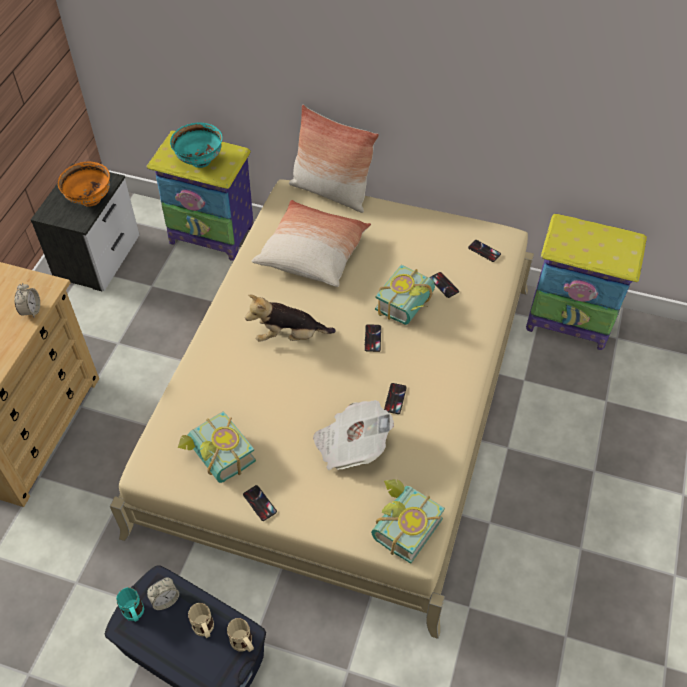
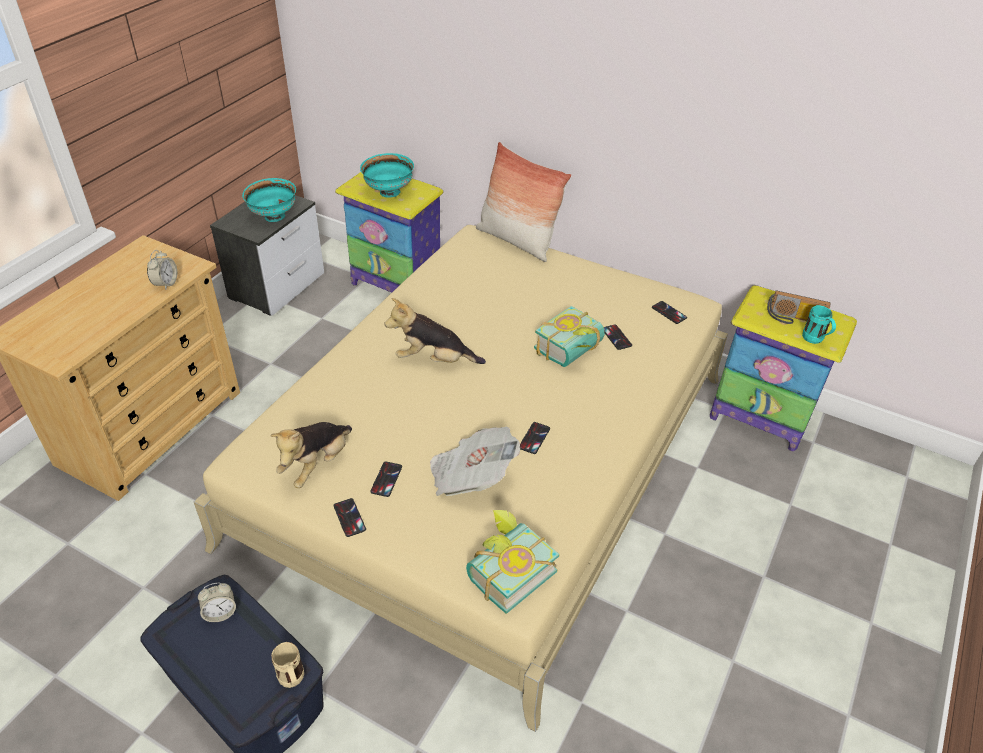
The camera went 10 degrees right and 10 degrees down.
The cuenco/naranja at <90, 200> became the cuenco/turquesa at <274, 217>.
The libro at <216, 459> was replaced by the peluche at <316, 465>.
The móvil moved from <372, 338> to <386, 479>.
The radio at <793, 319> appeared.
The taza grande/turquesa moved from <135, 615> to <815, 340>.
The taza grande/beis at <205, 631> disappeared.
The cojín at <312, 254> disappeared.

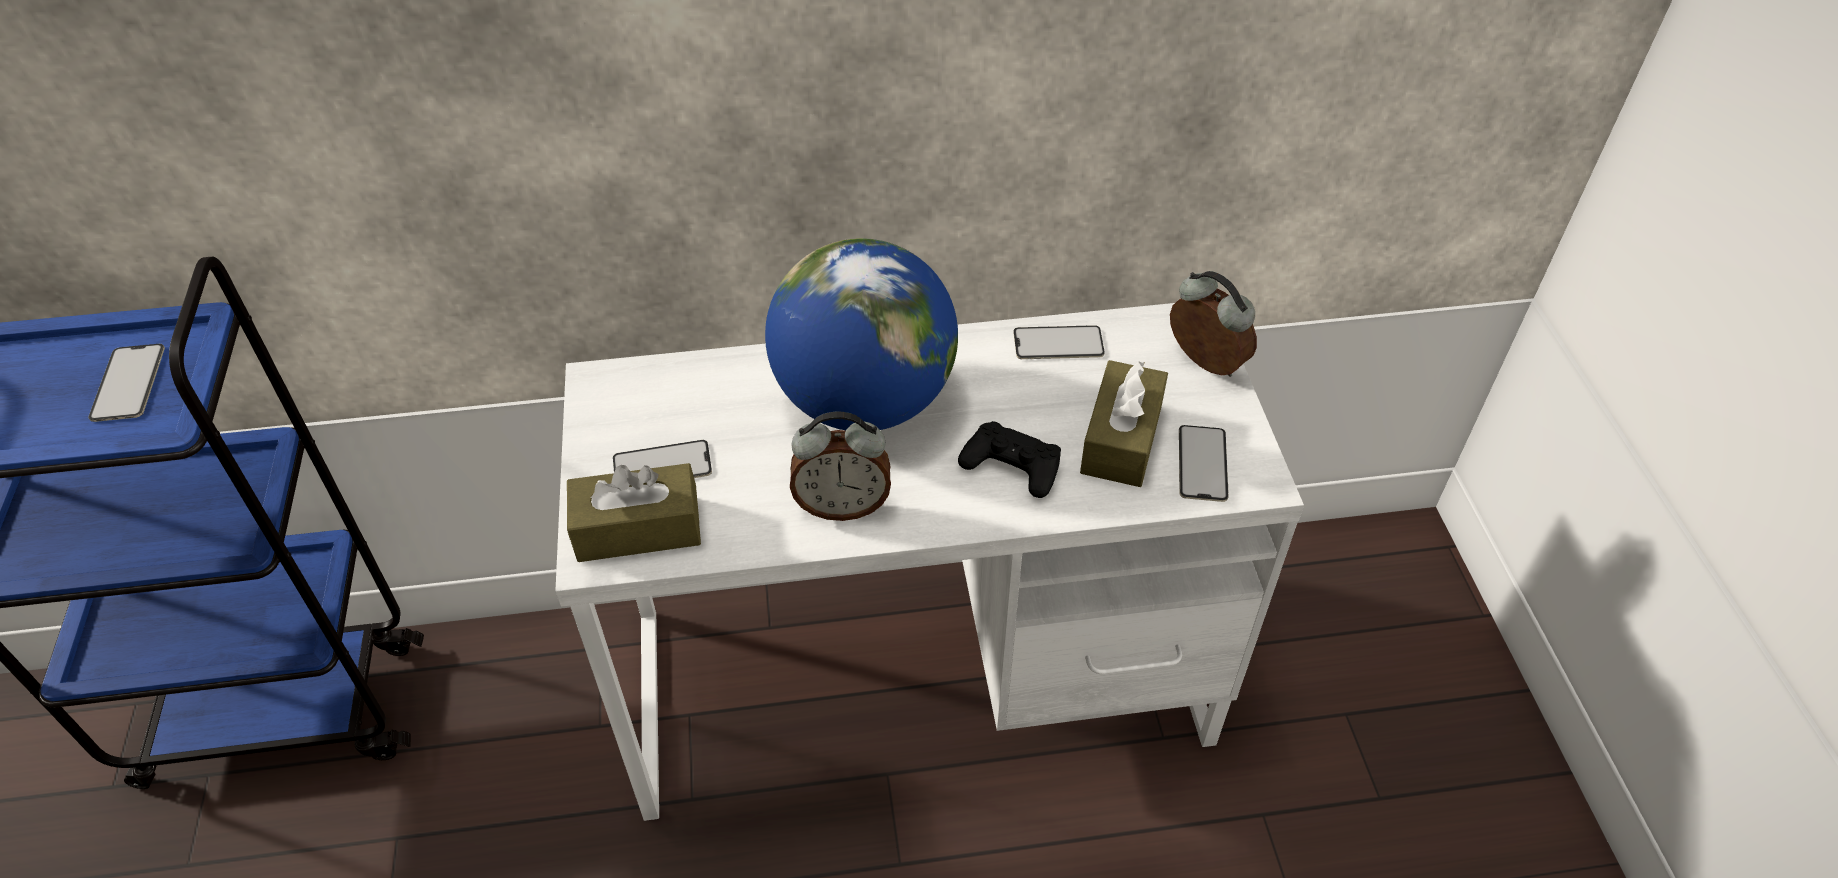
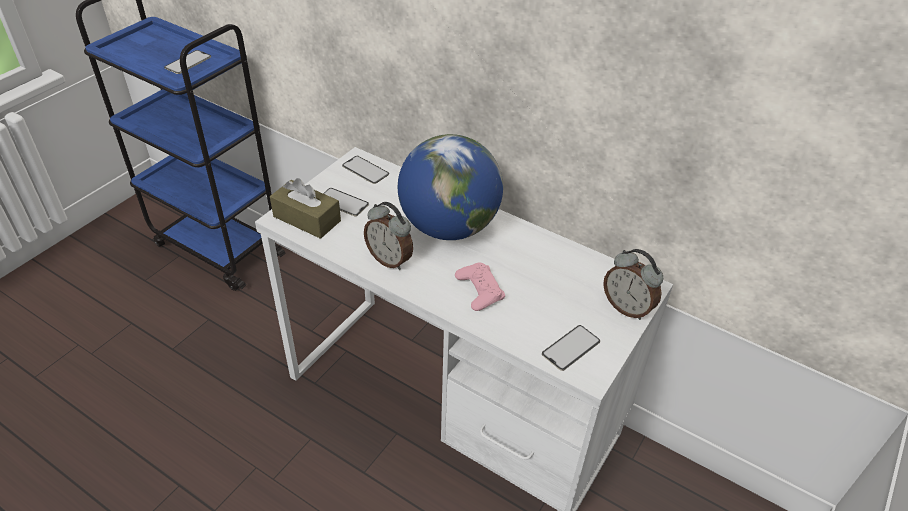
The camera went 40 degrees right and 5 degrees down.
The móvil moved from <1058, 343> to <365, 170>.
The mando de consola/negro at <1012, 465> became the mando de consola/rosa at <479, 290>.
The despertador at <1203, 365> turned 135 degrees clockwise.
The caja de pañuelos/marrón at <1121, 439> disappeared.

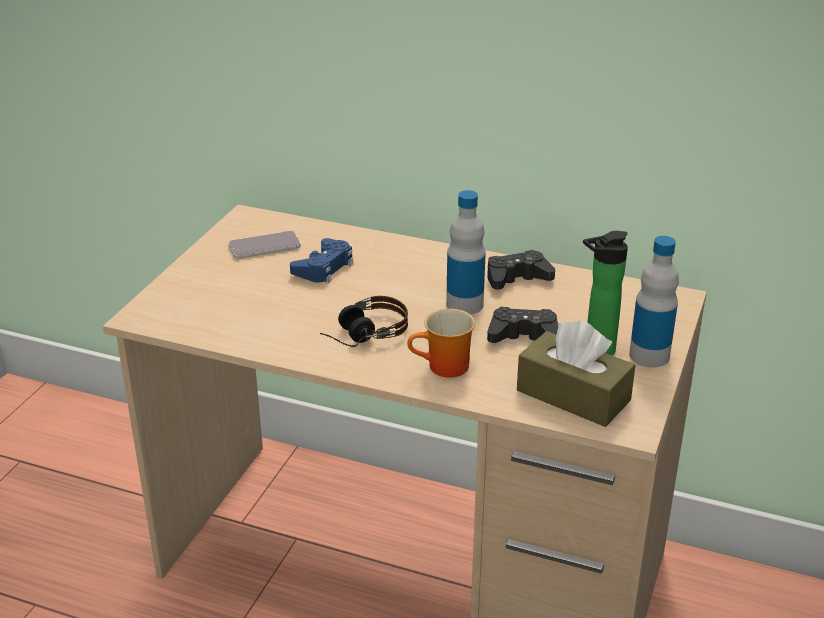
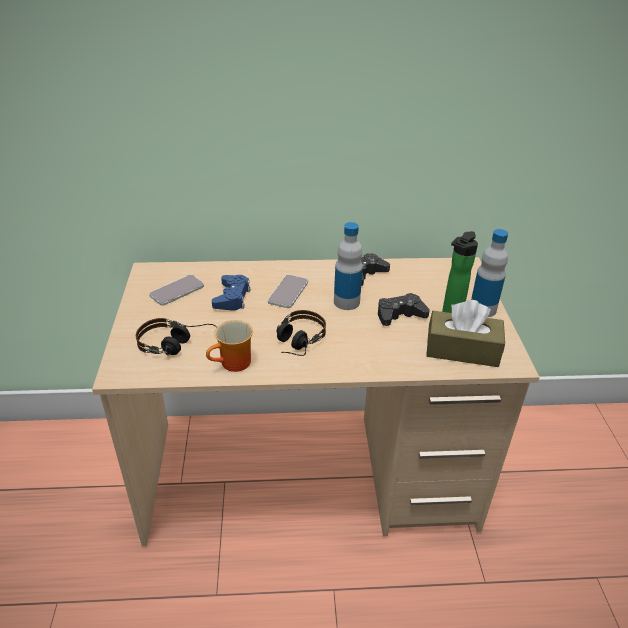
The camera went 25 degrees left and 5 degrees up.
The auriculares at <177, 345> appeared.
The taza grande moved from <444, 368> to <234, 364>.
The móvil at <288, 292> appeared.

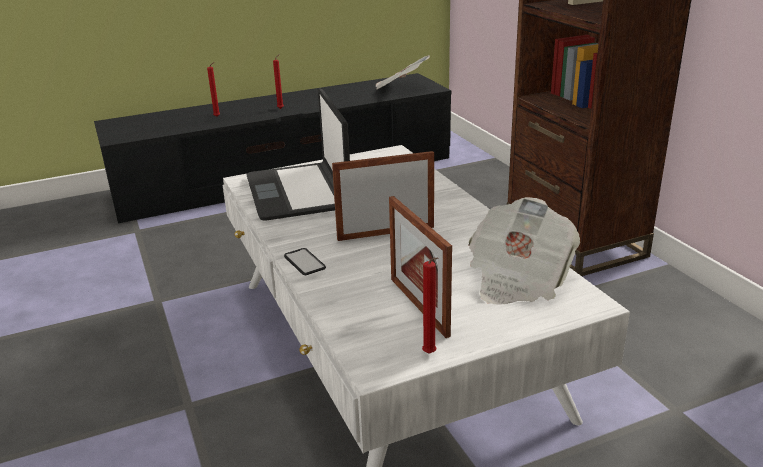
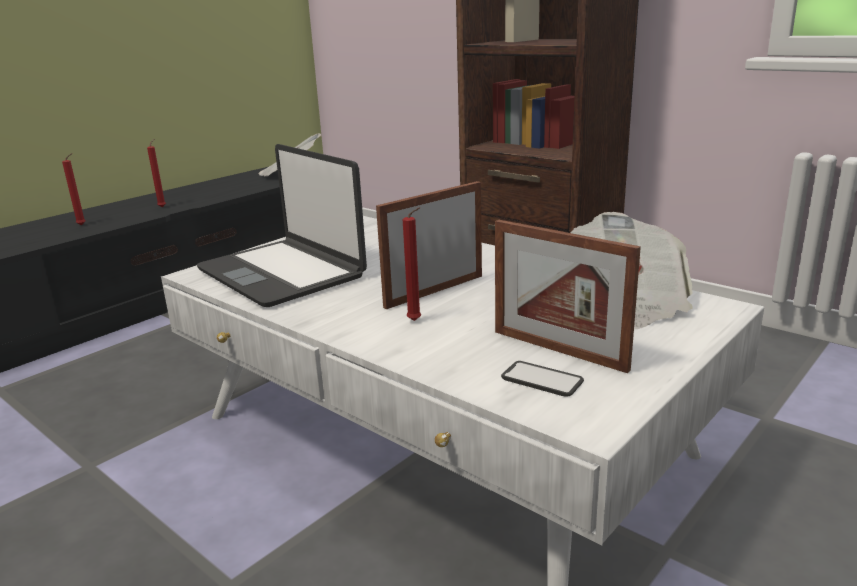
The camera went 25 degrees left and 5 degrees down.
The vela/rojo moved from <430, 354> to <416, 321>.
The móvil moved from <304, 262> to <542, 380>.

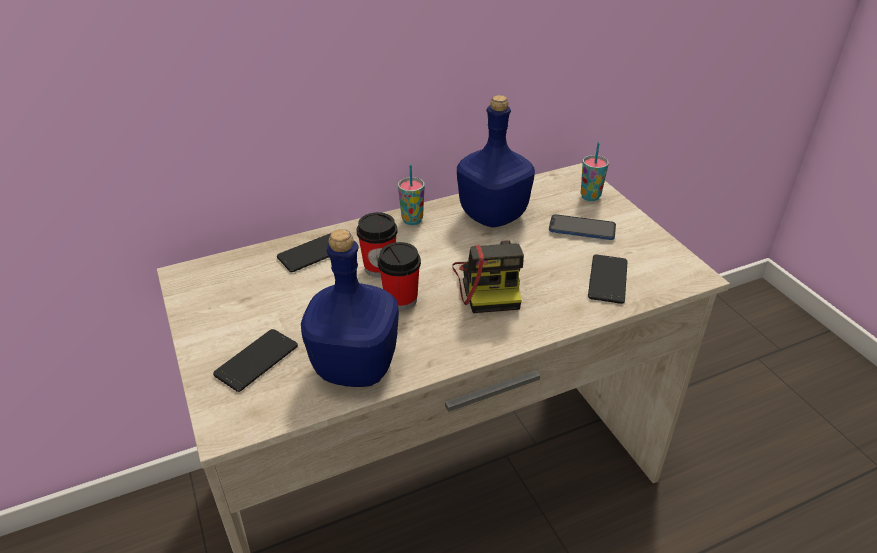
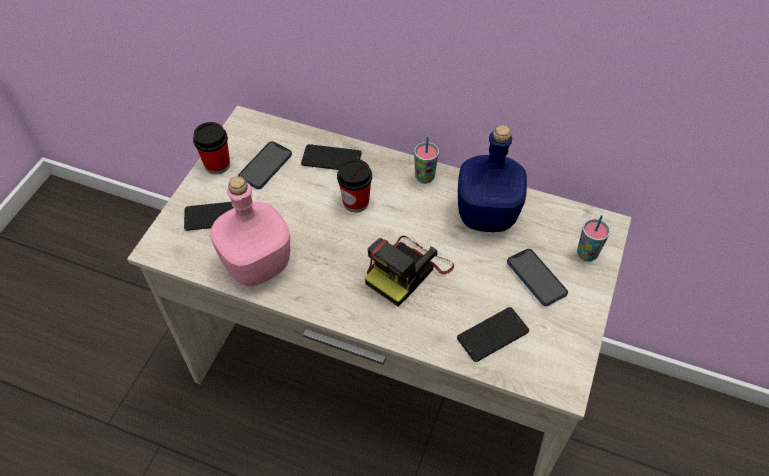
The camera went 45 degrees right and 15 degrees up.
The taza moved from <401, 300> to <217, 165>.
The botella/azul at <356, 365> became the botella/rosa at <258, 264>.
The móvil at <265, 166> appeared.

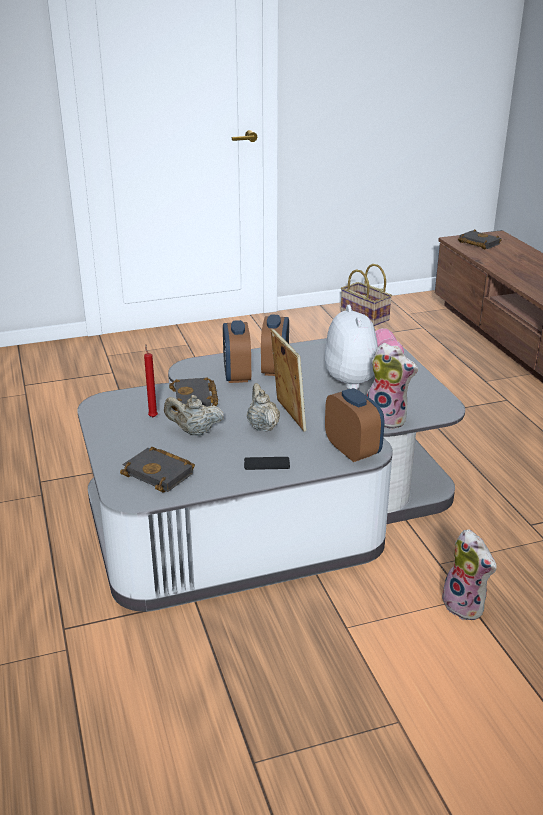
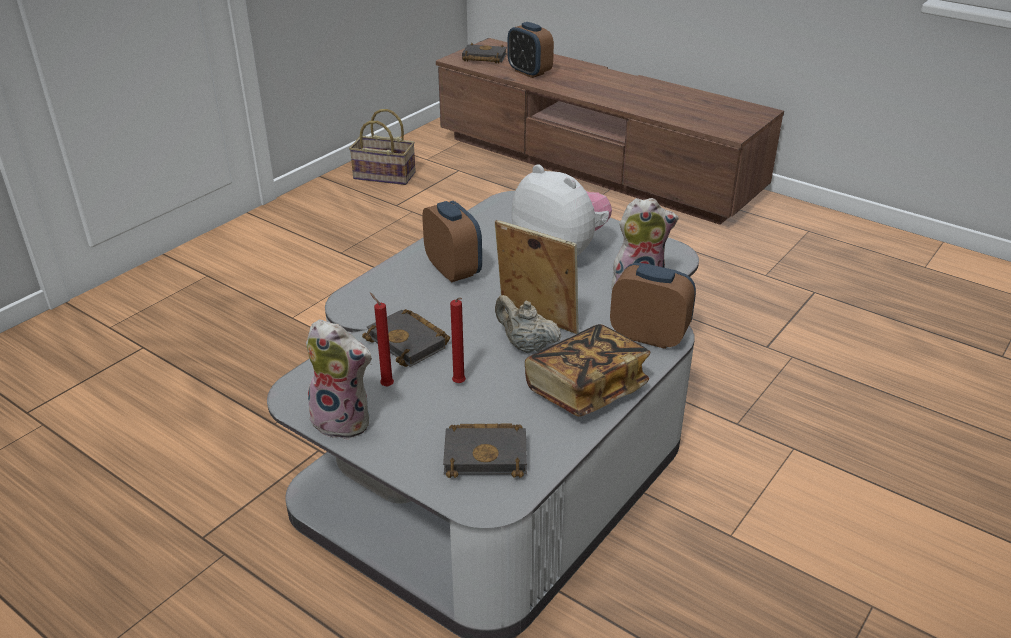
The camera went 35 degrees left and 5 degrees up.
The peluche moved from <466, 605> to <344, 420>.
The tetera/beis at <194, 432> was replaced by the vela/rojo at <460, 384>.
The despertador moved from <237, 375> to <529, 72>.
The móvil at <266, 464> was replaced by the libro at <586, 389>.

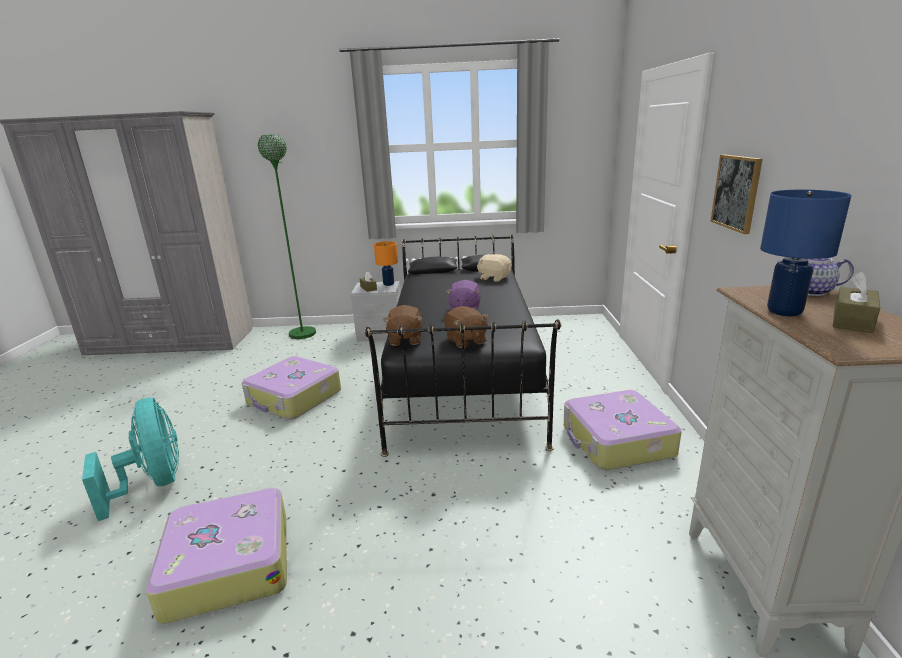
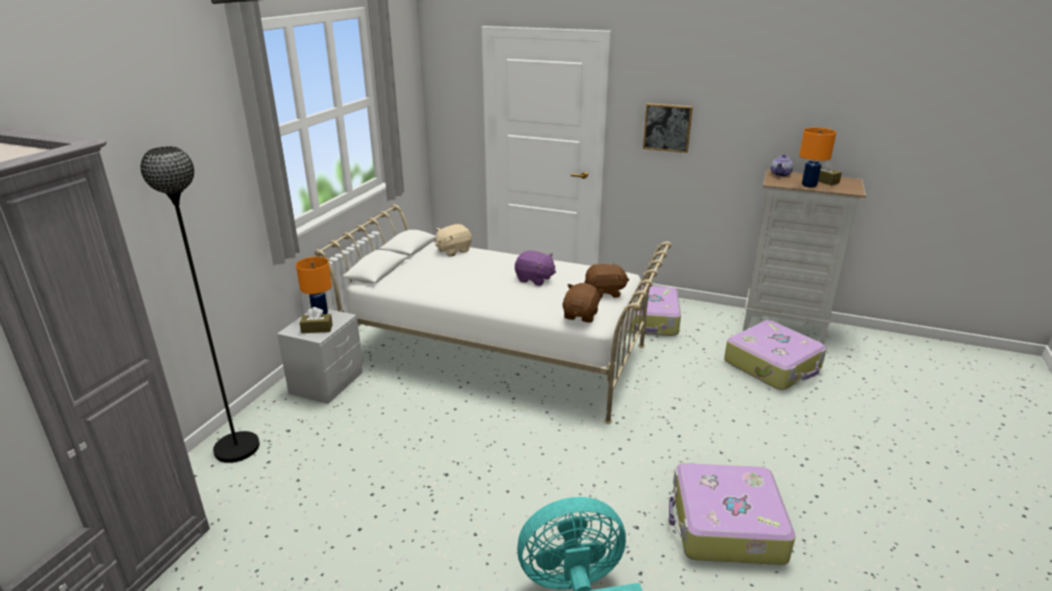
The camera went 70 degrees left and 5 degrees up.
The lámpara de pie/verde at <303, 334> became the lámpara de pie/negro at <237, 448>.
The cama/negro at <462, 377> became the cama/blanco at <497, 354>.
The peluche/marrón at <405, 339> turned 90 degrees counterclockwise.
The maleta moved from <294, 398> to <773, 365>.
The lámpara de mesa/azul at <786, 312> became the lámpara de mesa/naranja at <809, 185>.

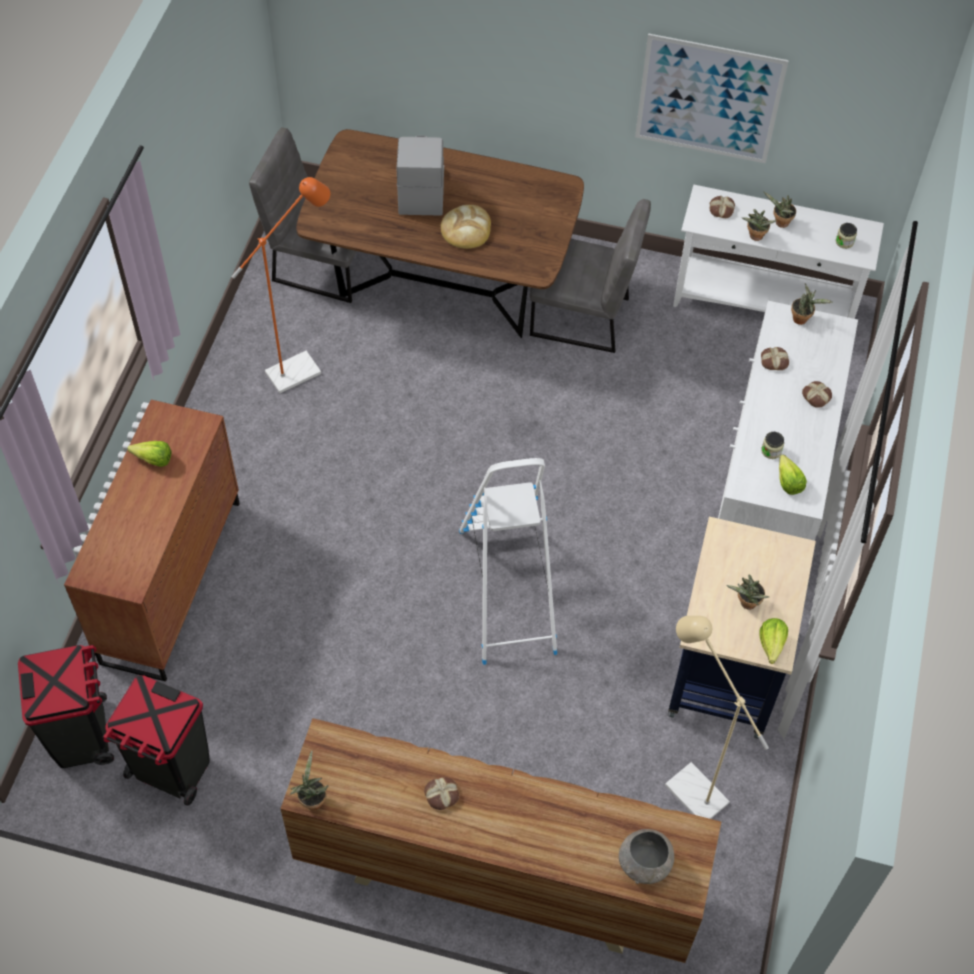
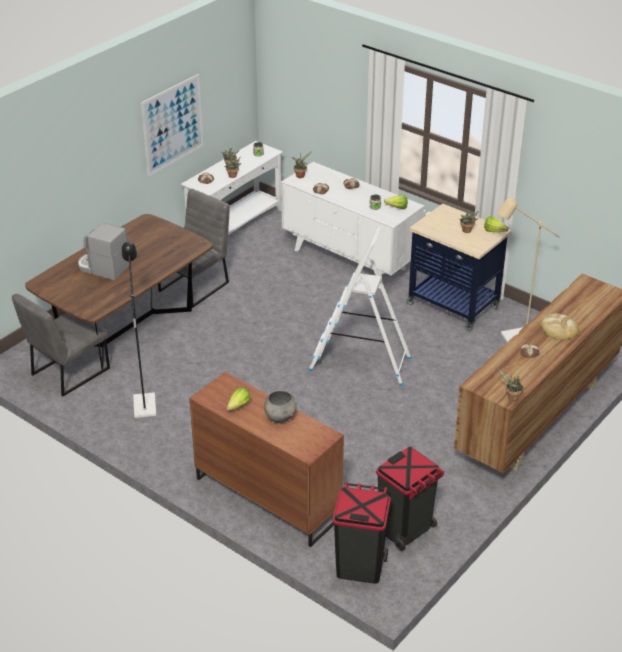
The camera went 65 degrees left and 20 degrees down.
The lámpara de pie/naranja at <302, 368> became the lámpara de pie/negro at <144, 401>.
The cuenco/gris moved from <644, 865> to <280, 417>.
The pan moved from <466, 229> to <559, 329>.

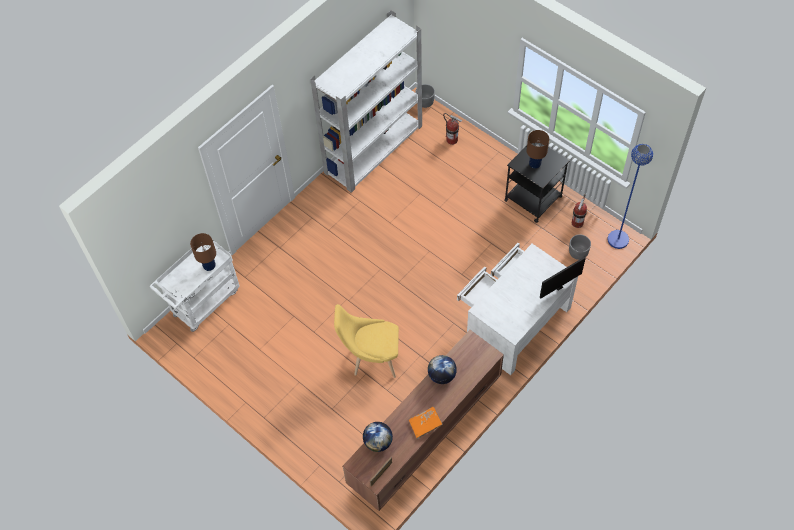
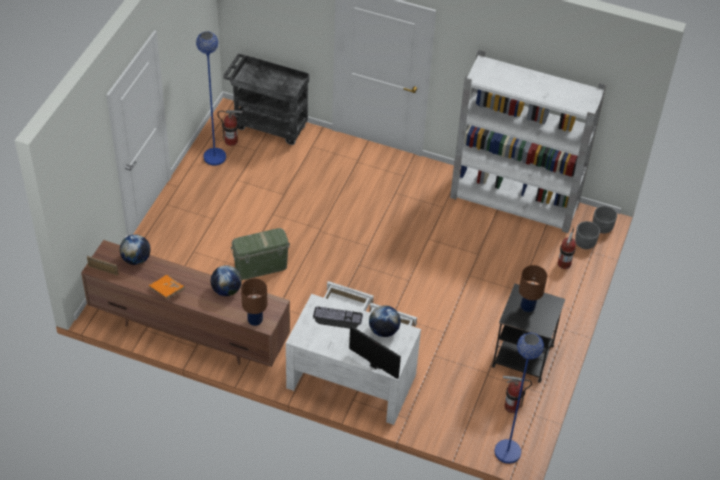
The camera went 65 degrees right and 10 degrees down.
The lámpara de pie/azul at <214, 157> appeared.
The extintor at <231, 141> appeared.
The carrito/blanco at <204, 306> became the carrito/negro at <267, 127>.
The silla/amarillo at <371, 358> was replaced by the caja de almacenaje/verde at <261, 266>.
The lámpara de mesa/marrón moved from <209, 266> to <255, 321>.
The teclado at <337, 318> appeared.
The globo terráqueo at <384, 330> appeared.
The maceta/gris moved from <578, 252> to <585, 243>.

